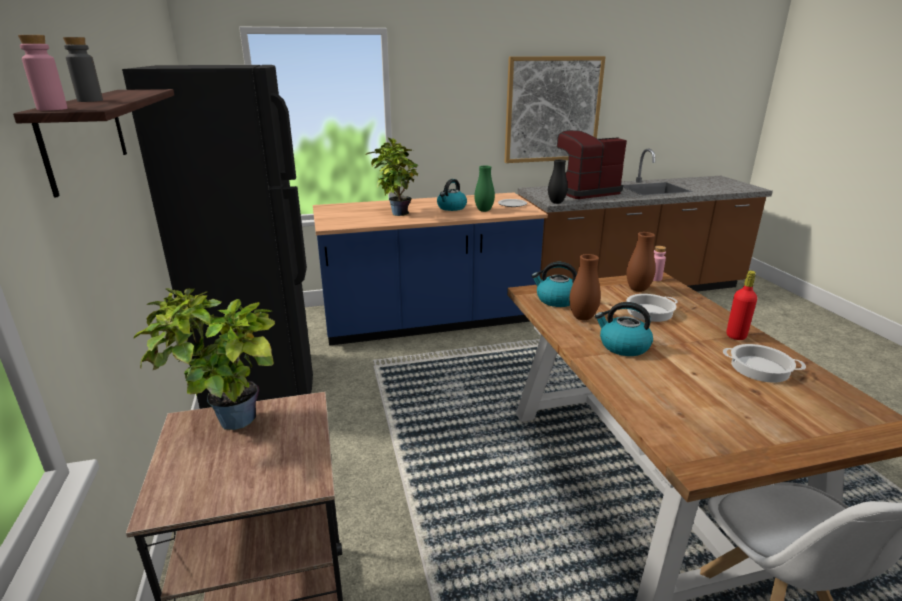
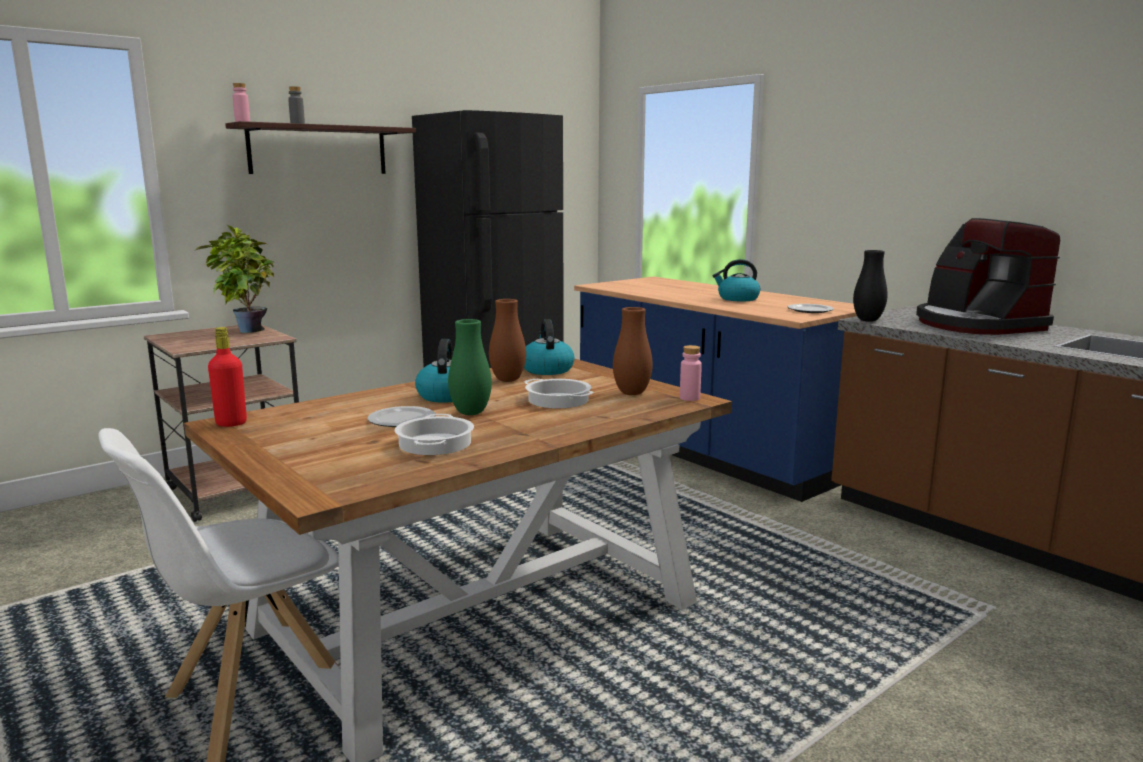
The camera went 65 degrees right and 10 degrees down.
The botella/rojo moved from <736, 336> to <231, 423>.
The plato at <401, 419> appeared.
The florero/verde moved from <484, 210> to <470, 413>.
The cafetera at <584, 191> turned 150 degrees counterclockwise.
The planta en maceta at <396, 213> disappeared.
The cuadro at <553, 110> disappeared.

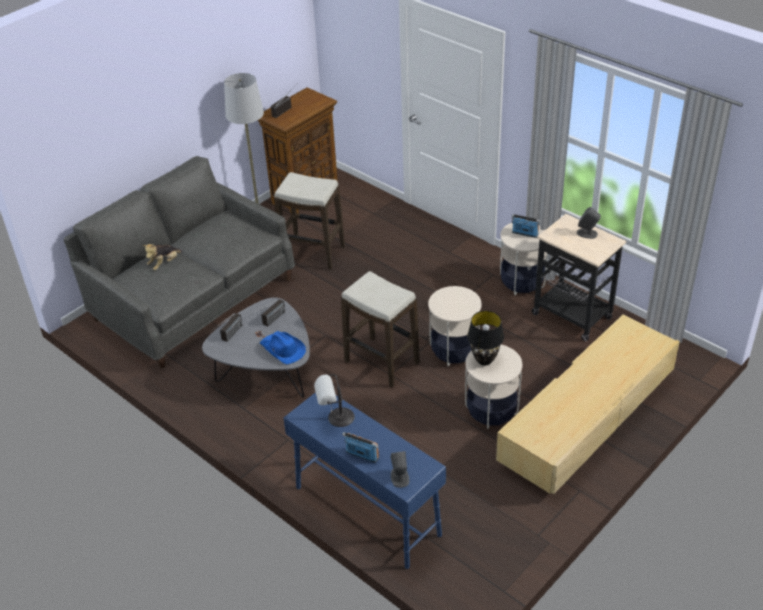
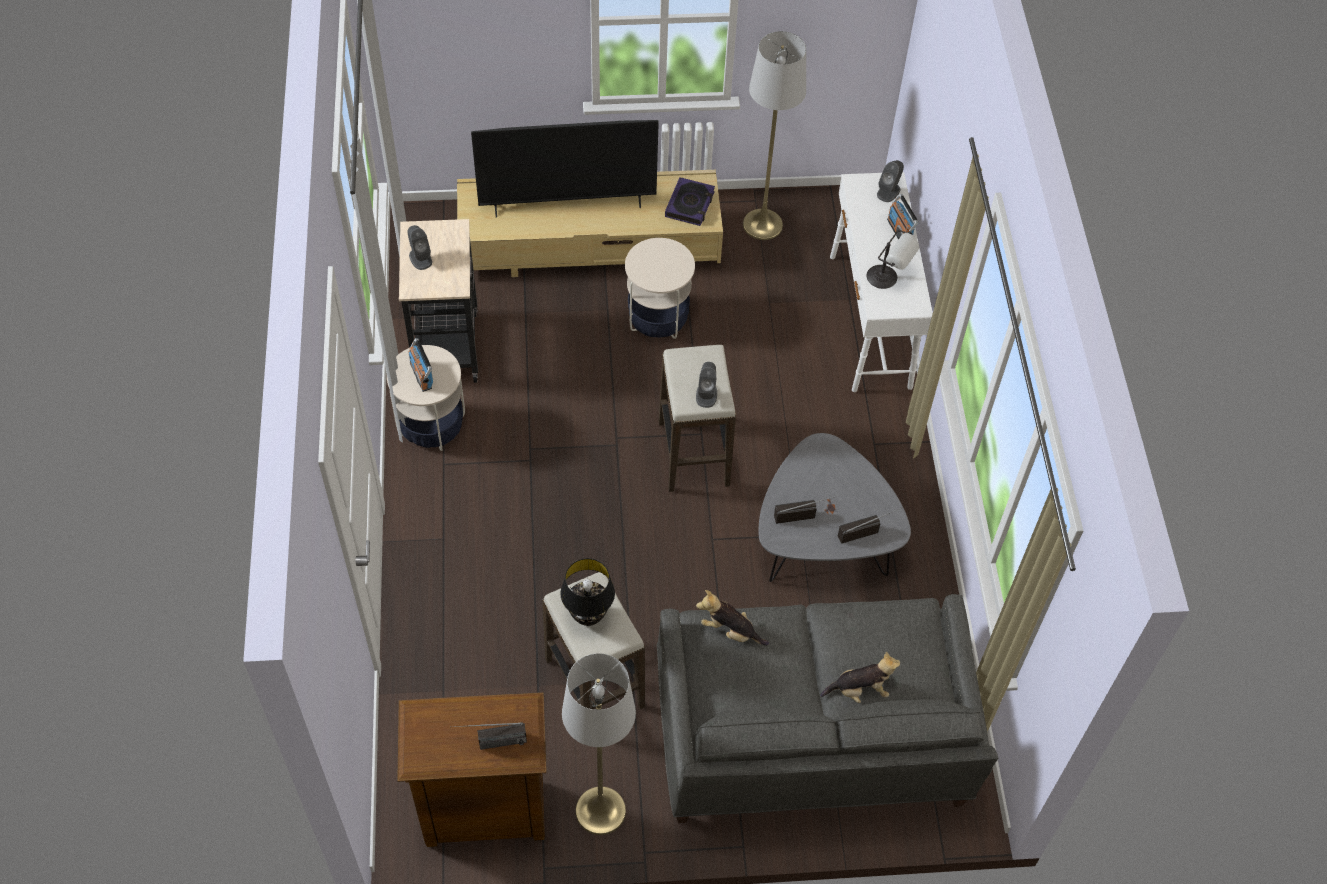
The camera went 140 degrees left and 15 degrees up.
The televisor at <567, 204> appeared.
The lámpara de mesa/negro moved from <485, 360> to <587, 616>.
The libro at <690, 204> appeared.
The altavoz/gris at <706, 394> appeared.
The peluche at <730, 630> appeared.
The lámpara de pie/gris at <762, 224> appeared.
The mesa consola/azul at <368, 510> became the mesa consola/blanco at <868, 321>.
The sombrero/azul at <283, 349> disappeared.
The mesa auxiliar/beis at <454, 352> disappeared.

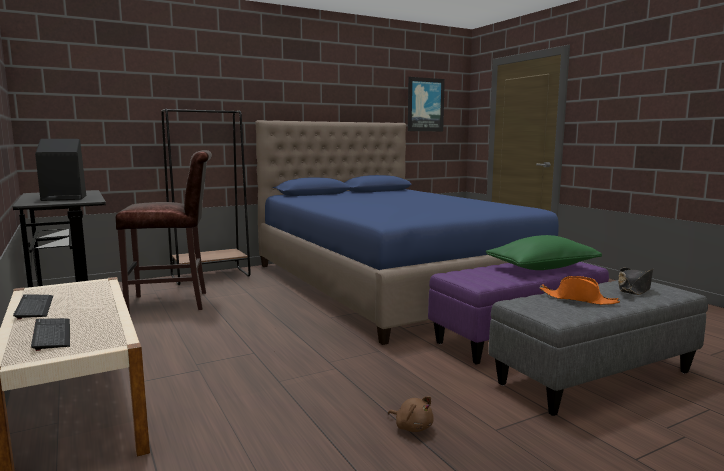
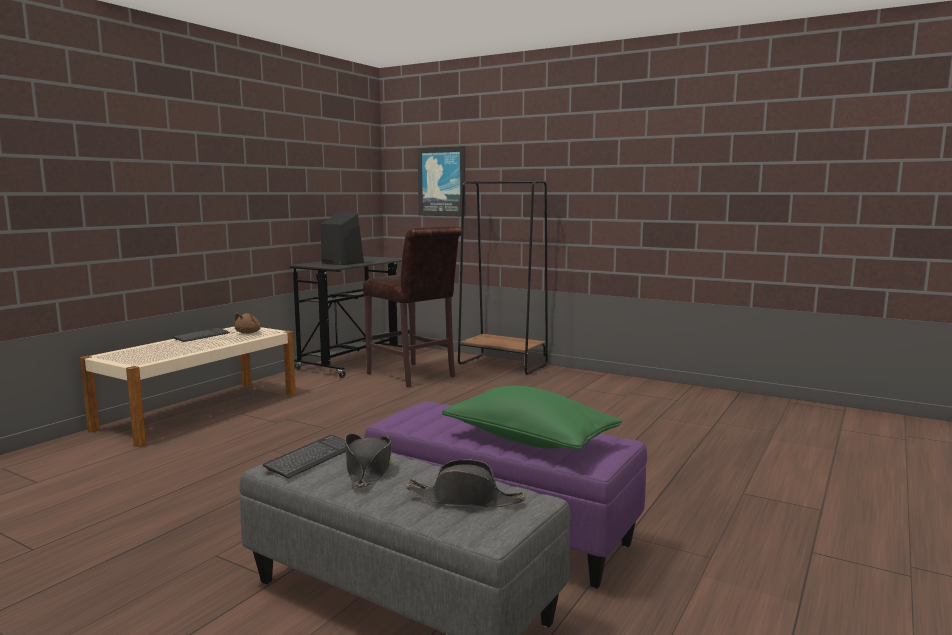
The camera went 60 degrees right and 0 degrees up.
The peluche/marrón moved from <412, 427> to <249, 333>.
The teclado moved from <52, 335> to <311, 458>.
The sombrero/naranja at <578, 299> became the sombrero/negro at <368, 469>.
The cuadro moved from <425, 104> to <442, 182>.
The cama/azul at <393, 283> disappeared.

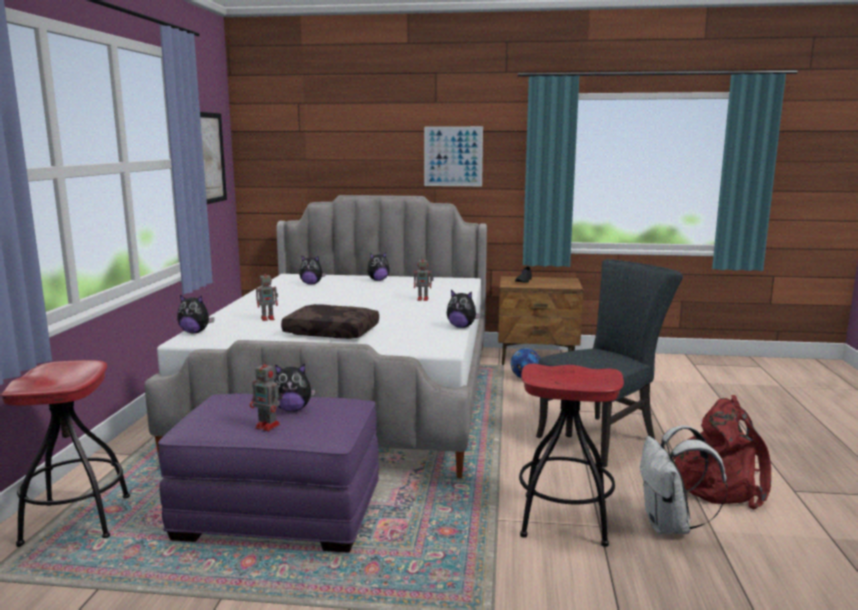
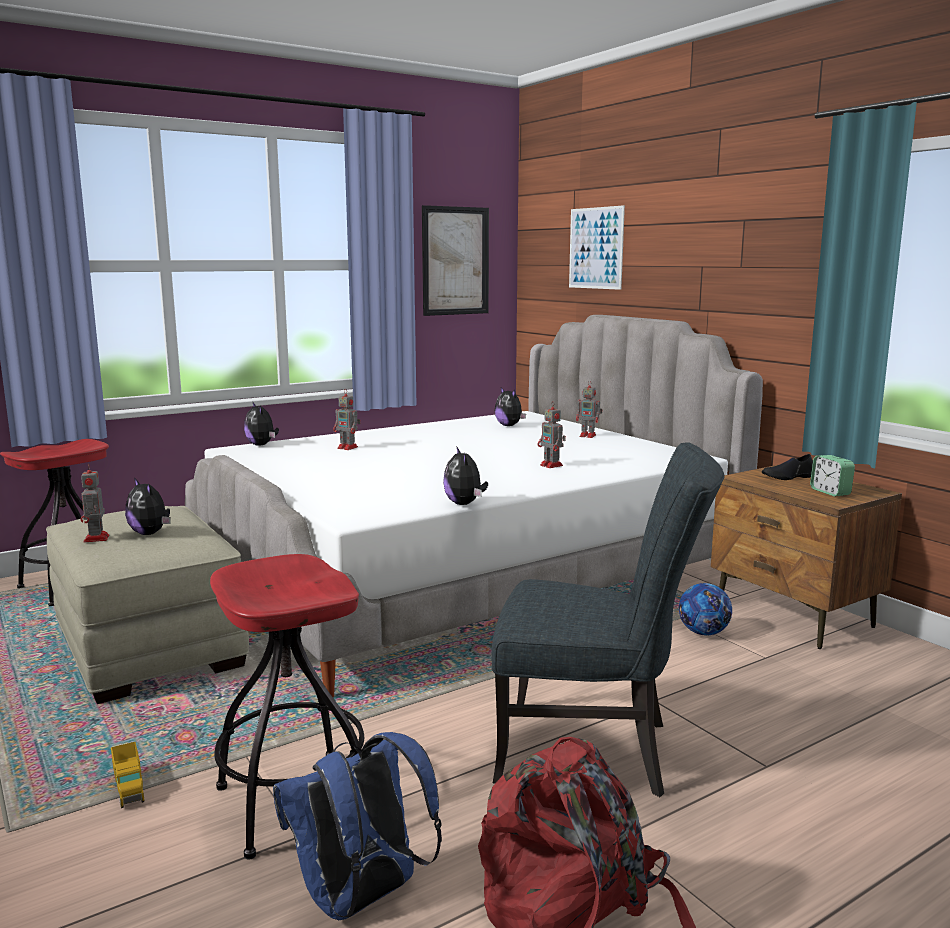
The camera went 50 degrees right and 0 degrees up.
The puf/morado at <280, 514> became the puf/beis at <150, 647>.
The camión de juguete at <129, 789> appeared.
The mochila/blanco at <670, 526> became the mochila/azul at <361, 899>.
The cuadro moved from <453, 156> to <596, 248>.
The peluche at <378, 280> was replaced by the robot de juguete at <588, 436>.
The despertador at <830, 492> appeared.
The cojín/marrón at <333, 332> disappeared.

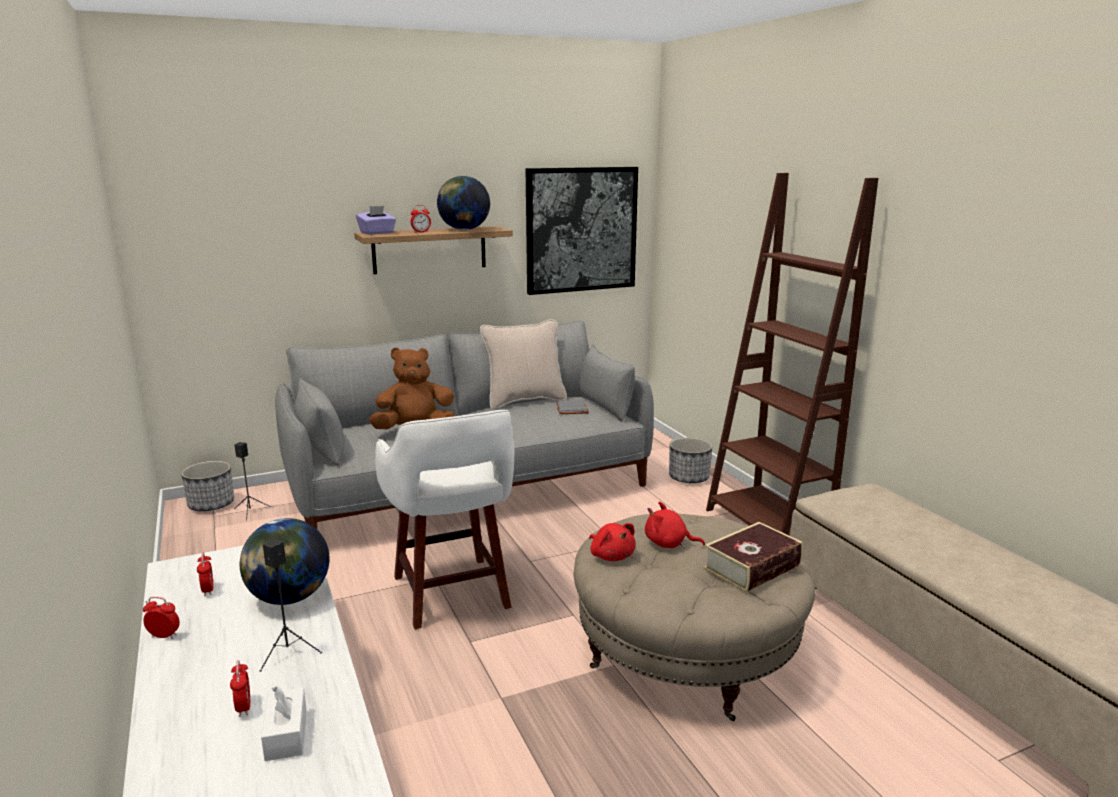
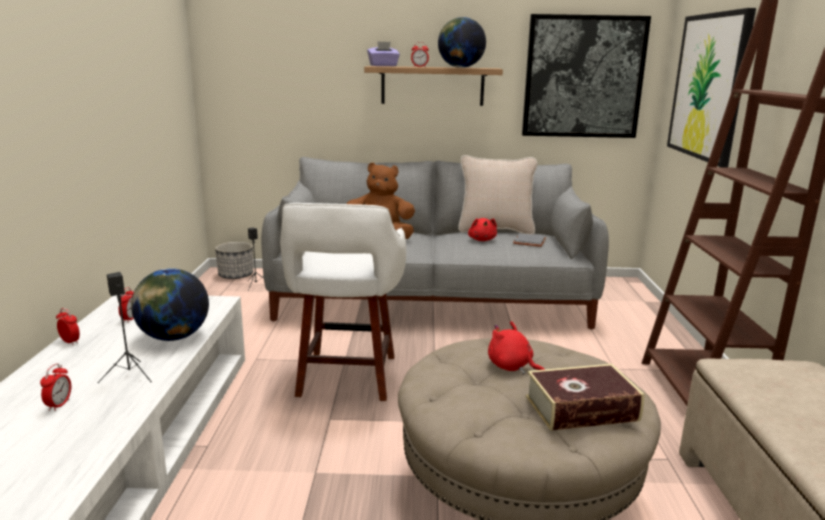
The camera went 25 degrees right and 0 degrees up.
The peluche/rojo moved from <611, 556> to <482, 240>.
The cuadro at <708, 86> appeared.
The caja de pañuelos/blanco at <286, 734> disappeared.
The maceta at <688, 478> disappeared.

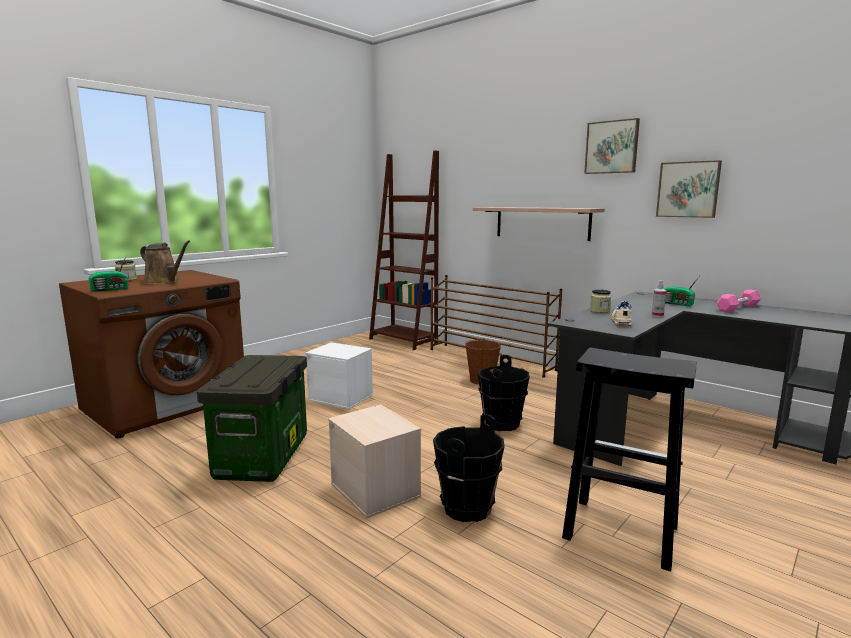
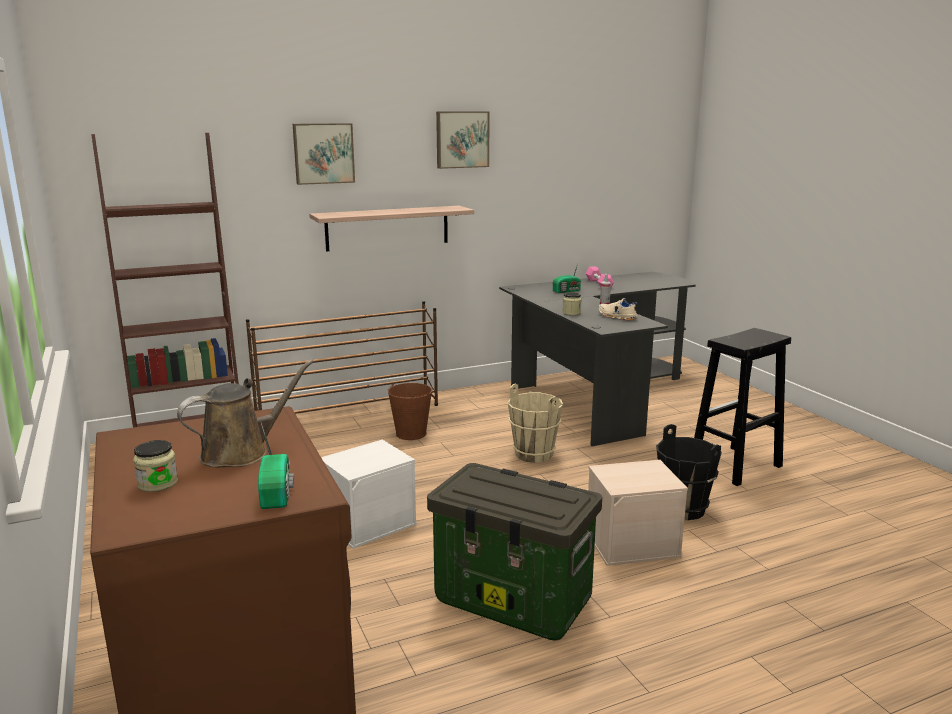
The camera went 65 degrees left and 5 degrees up.
The cuadro moved from <688, 189> to <323, 153>.
The cubo/negro at <502, 424> became the cubo/beis at <534, 454>.

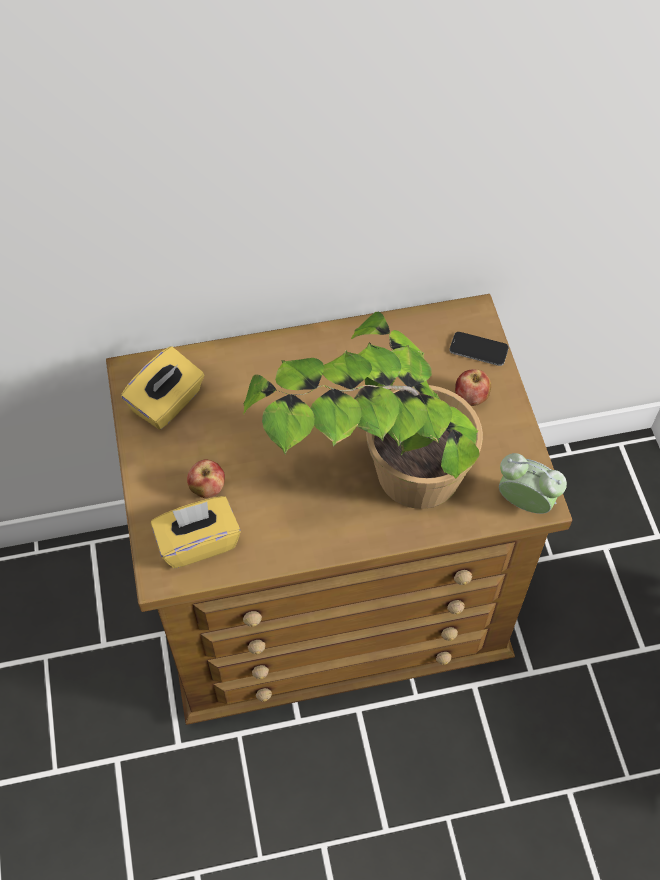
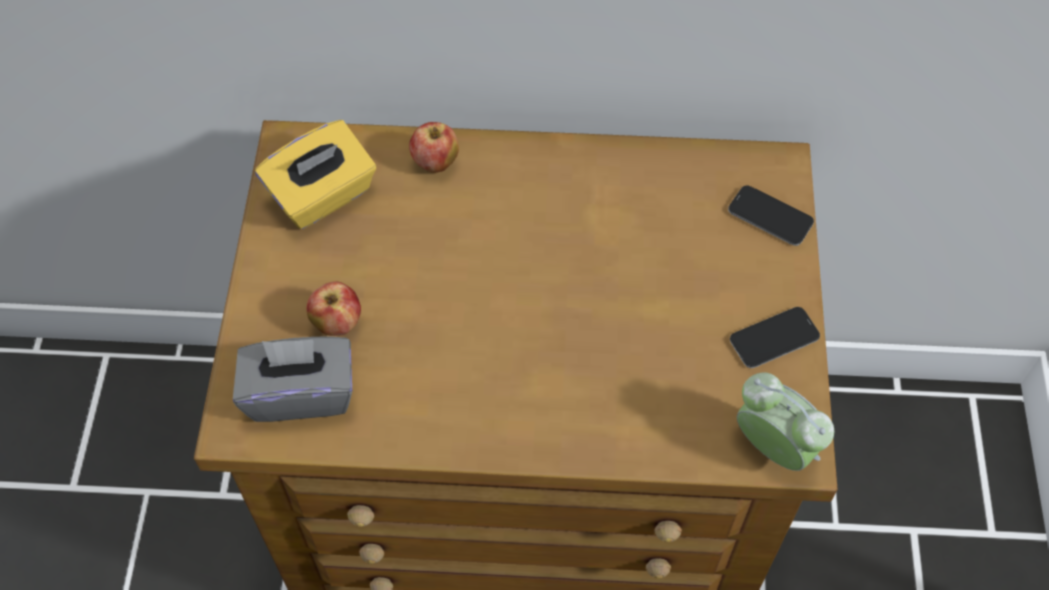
The camera went 15 degrees right and 0 degrees up.
The caja de pañuelos/amarillo at <198, 542> became the caja de pañuelos/gris at <300, 393>.
The manzana moved from <470, 398> to <435, 163>.
The móvil at <774, 338> appeared.
The planta en maceta at <374, 479> disappeared.

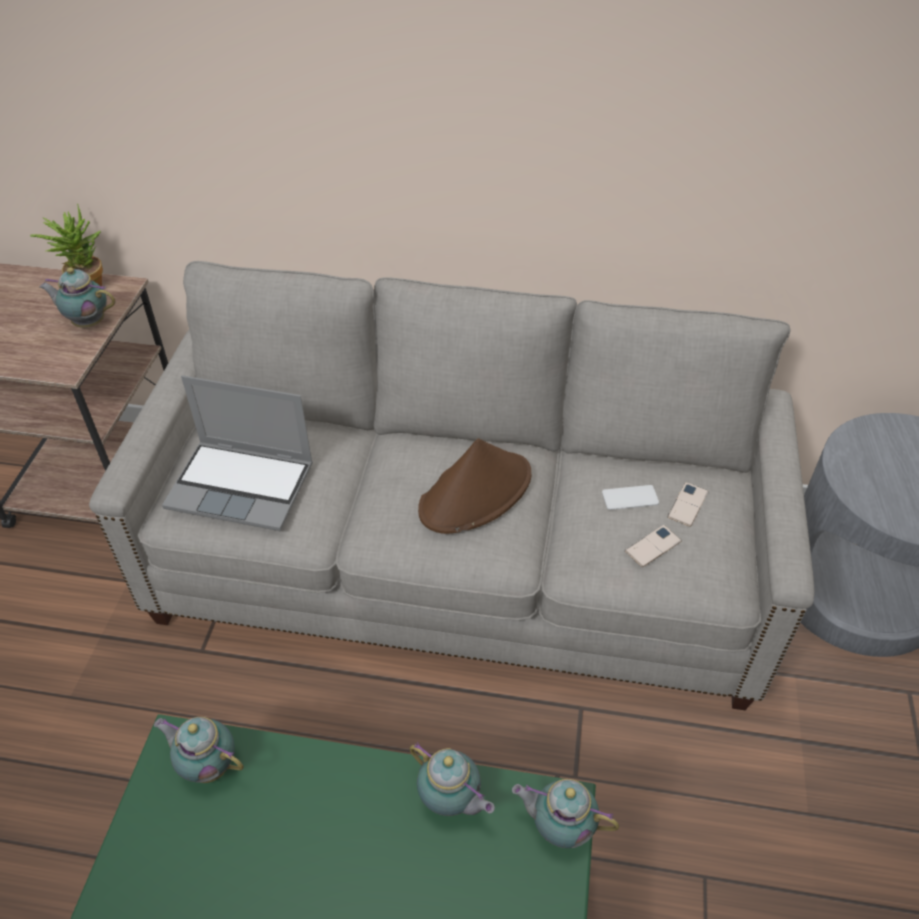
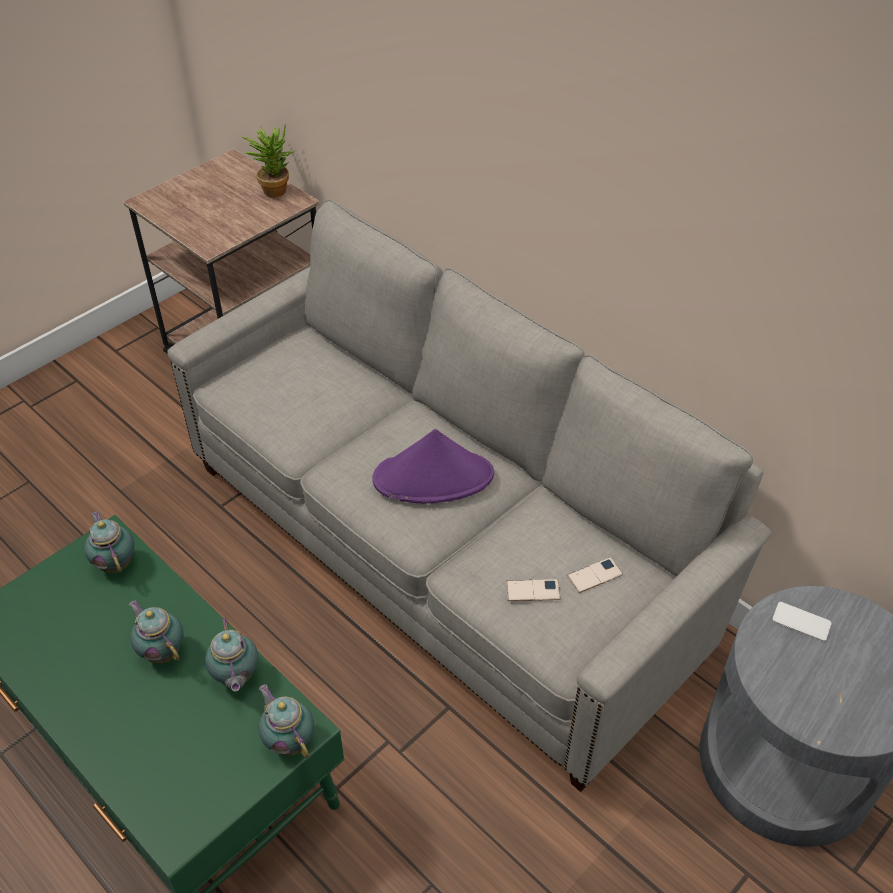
The camera went 35 degrees right and 0 degrees up.
The tetera moved from <87, 322> to <162, 651>.
The sombrero/marrón at <476, 493> became the sombrero/morado at <434, 477>.
The móvil moved from <630, 498> to <801, 622>.
The portátil at <243, 486> disappeared.

